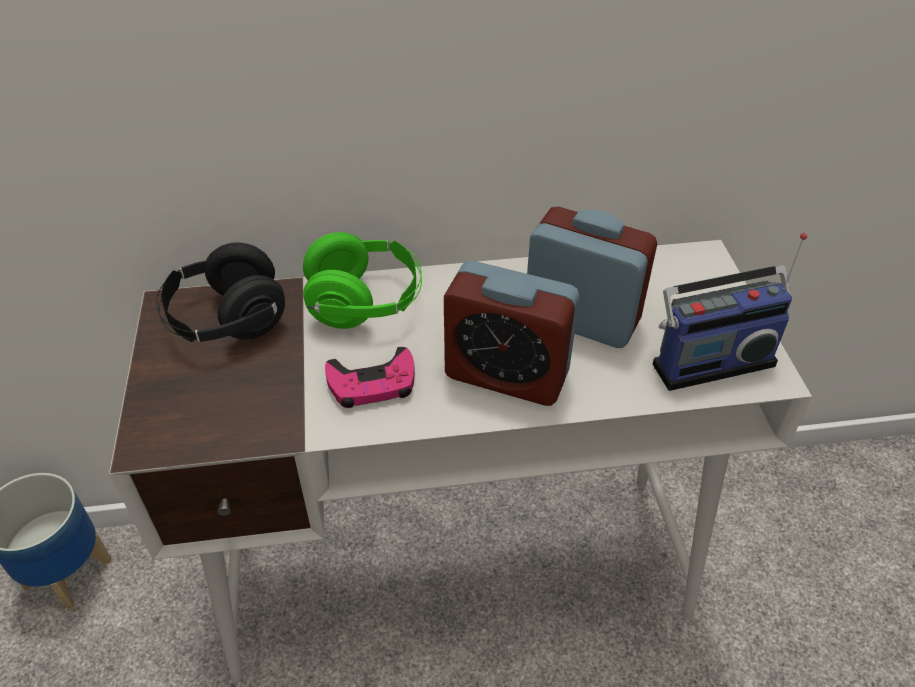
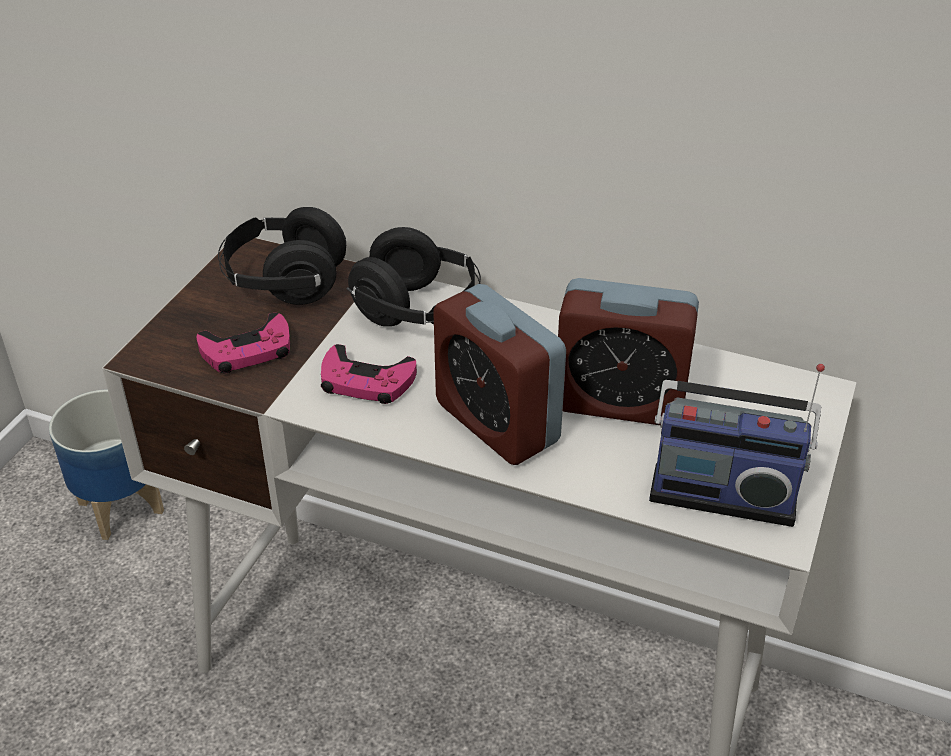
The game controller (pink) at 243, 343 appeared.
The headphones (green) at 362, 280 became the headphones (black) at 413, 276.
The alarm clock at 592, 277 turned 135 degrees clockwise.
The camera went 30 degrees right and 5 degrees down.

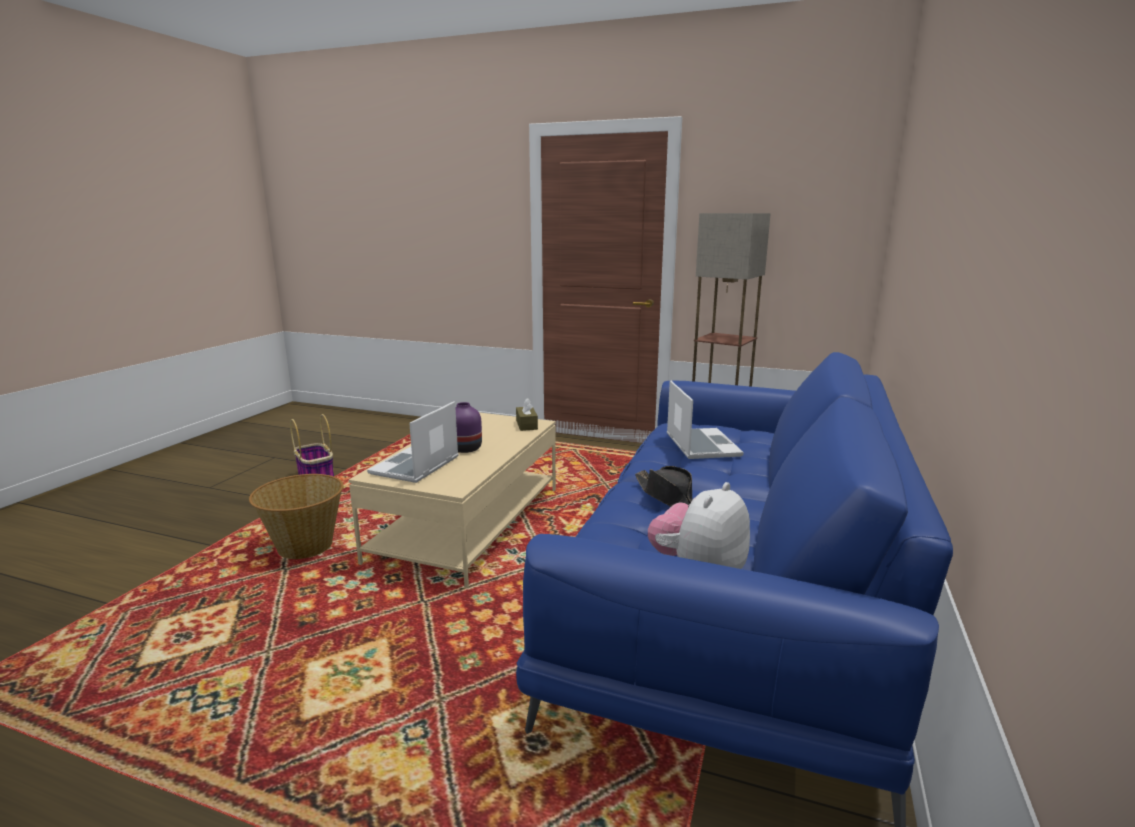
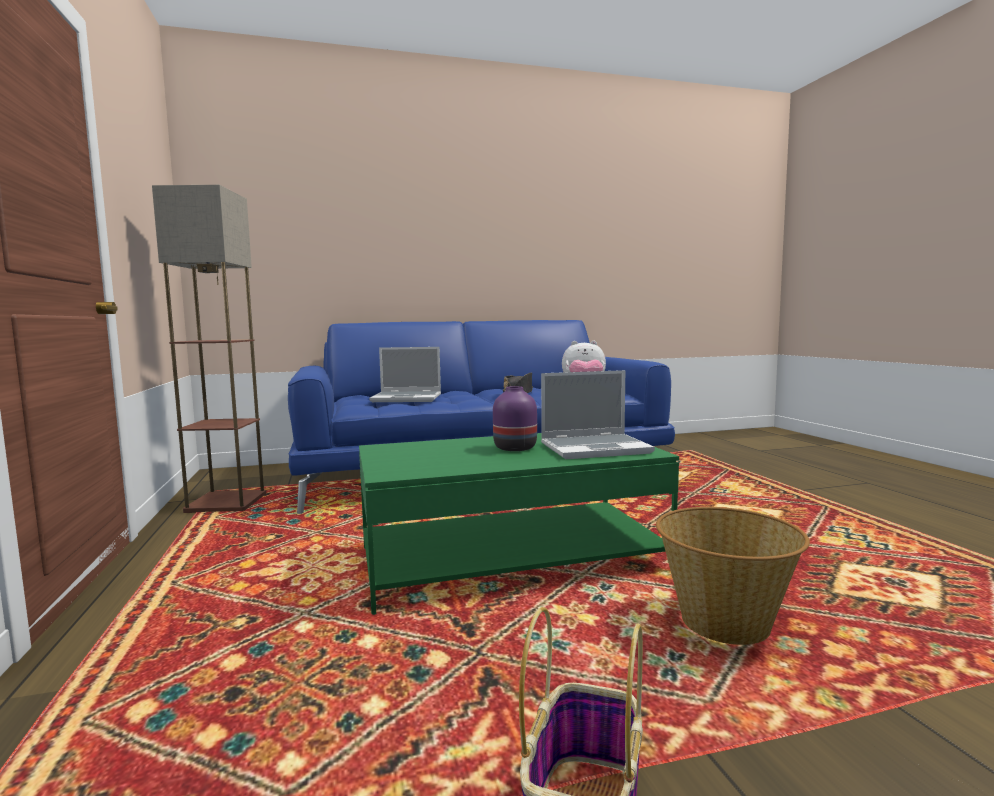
The tissue box (brown) at 527, 414 disappeared.
The coffee table (beige) at 452, 500 became the coffee table (green) at 519, 524.
The laptop at 705, 419 turned 135 degrees counterclockwise.
The camera went 125 degrees left and 10 degrees down.

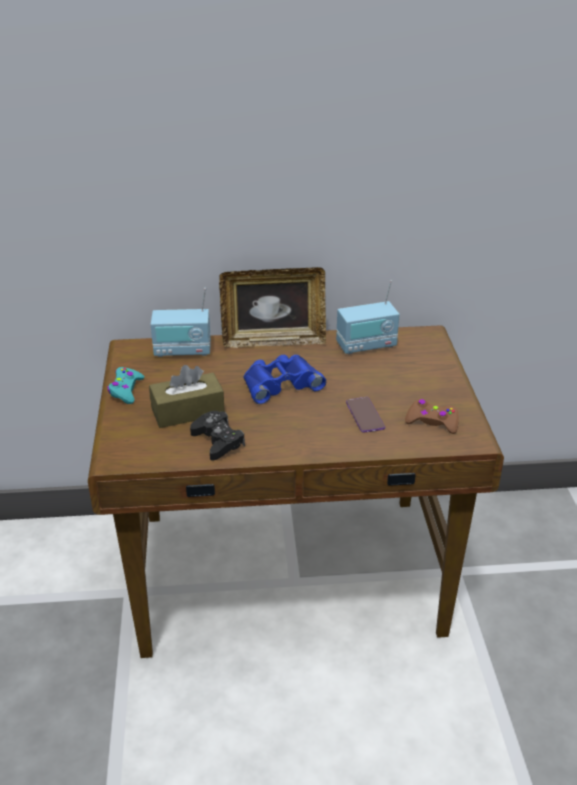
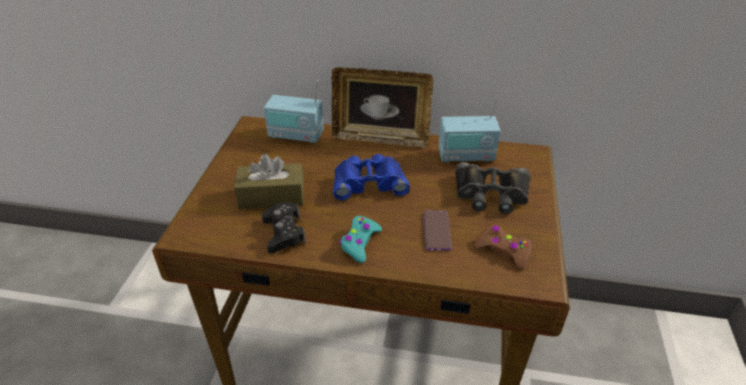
The binoculars (black) at 493, 188 appeared.
The game controller (turquoise) moved from 125, 385 to 360, 239.
The camera went 15 degrees right and 5 degrees up.

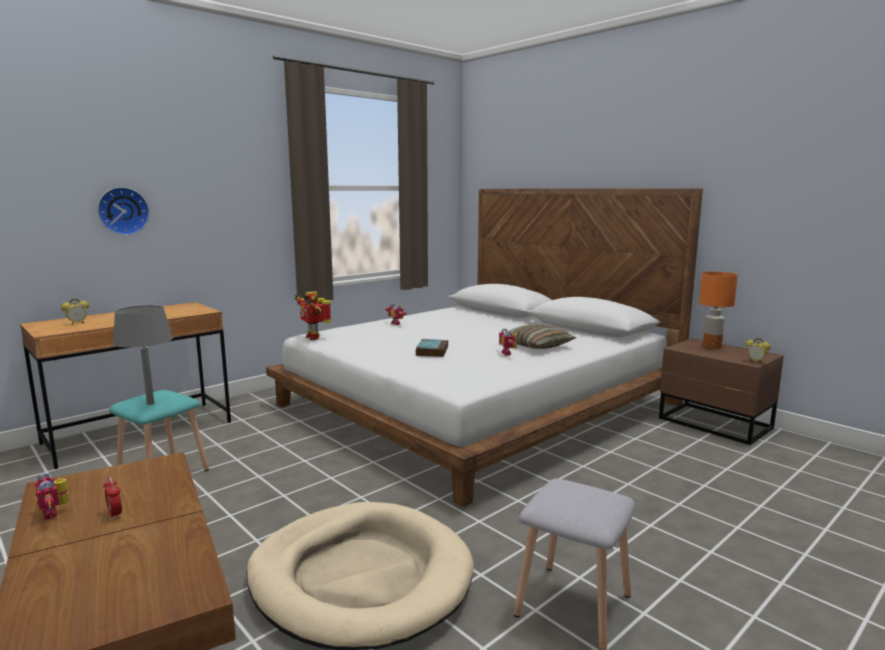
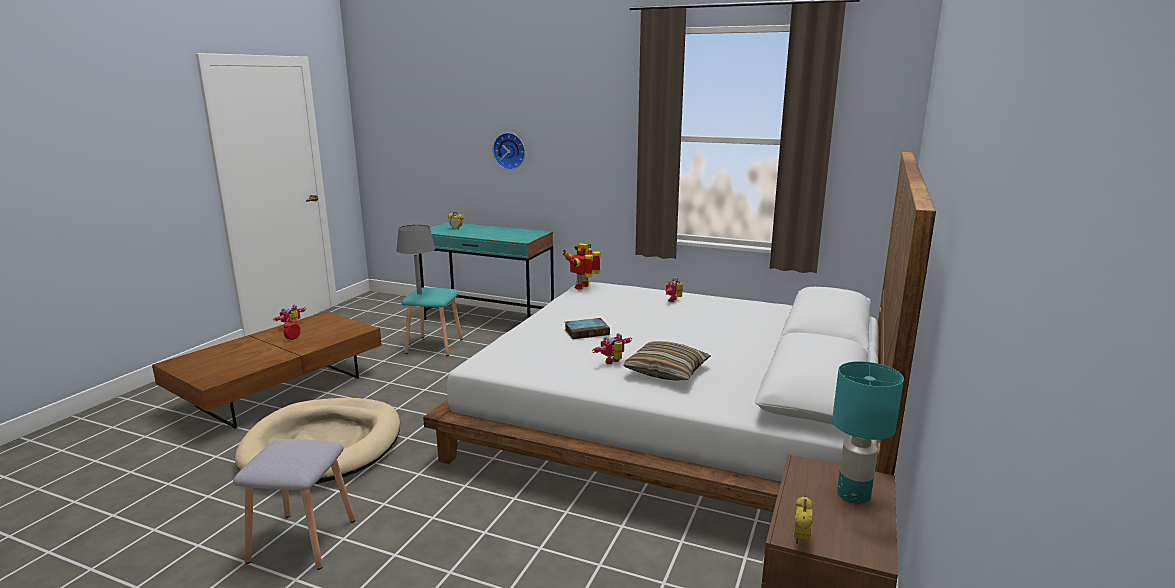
The desk (brown) at 125, 385 became the desk (turquoise) at 486, 271.
The table lamp (orange) at 718, 310 became the table lamp (turquoise) at 868, 432.
The camera went 65 degrees right and 5 degrees up.

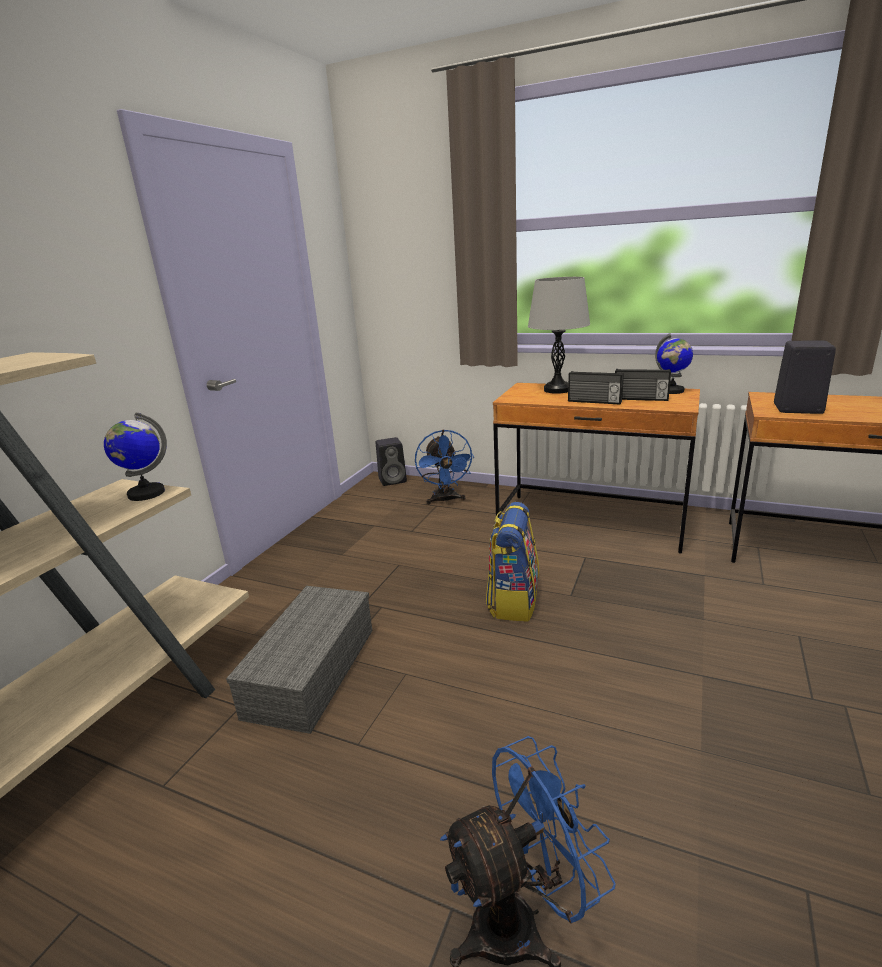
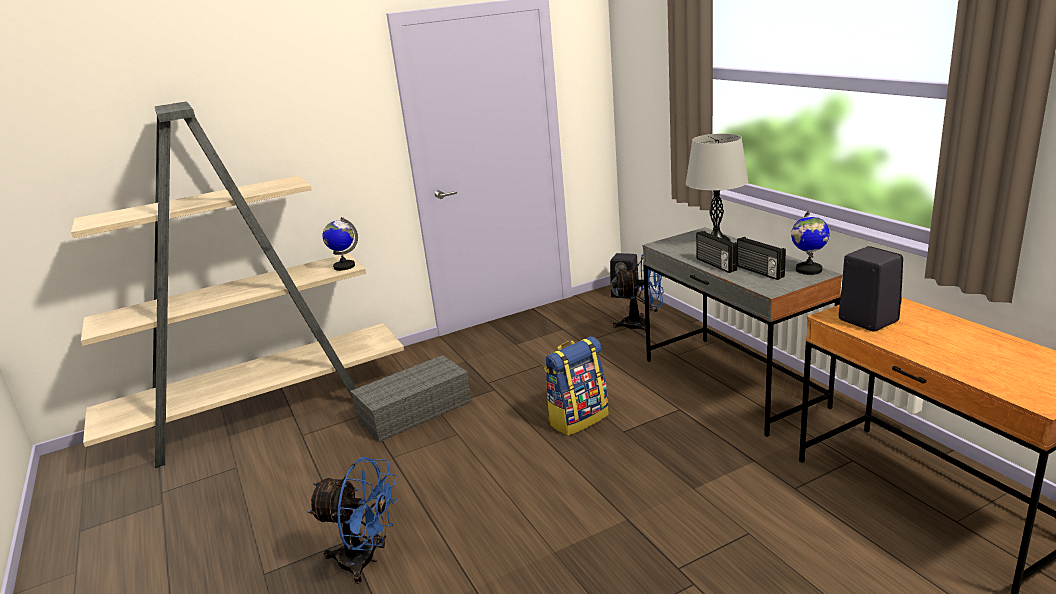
The desk (brown) at 596, 468 became the desk (grey) at 742, 332.
The fan (blue) at 444, 467 turned 120 degrees counterclockwise.
The camera went 40 degrees right and 0 degrees up.

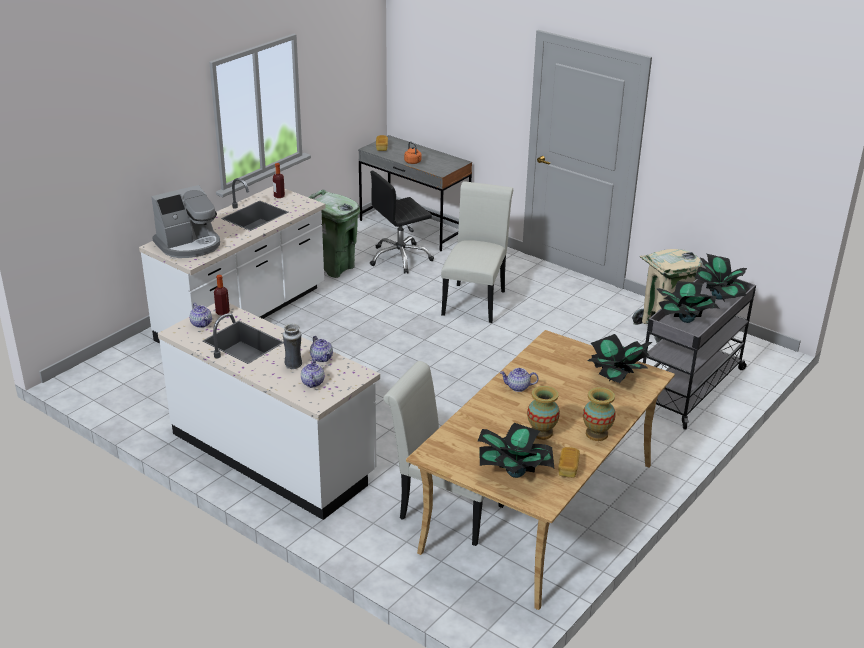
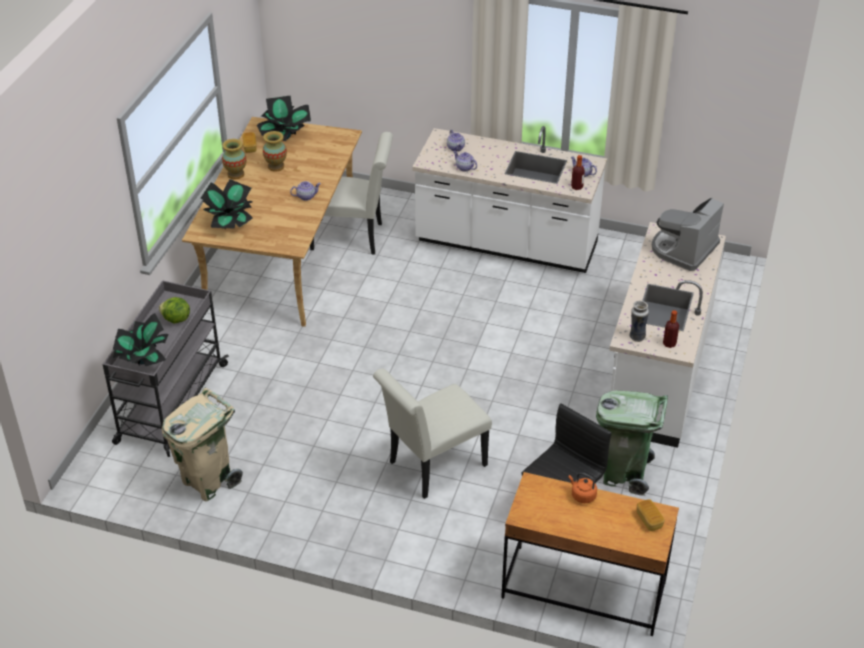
The vase moved from 292, 346 to 639, 321.
The potted plant at 688, 302 was replaced by the lettuce at 174, 310.
The desk (grey) at 415, 193 became the desk (brown) at 590, 554.
The chair (white) at 477, 252 turned 60 degrees clockwise.
The camera went 160 degrees right and 10 degrees up.

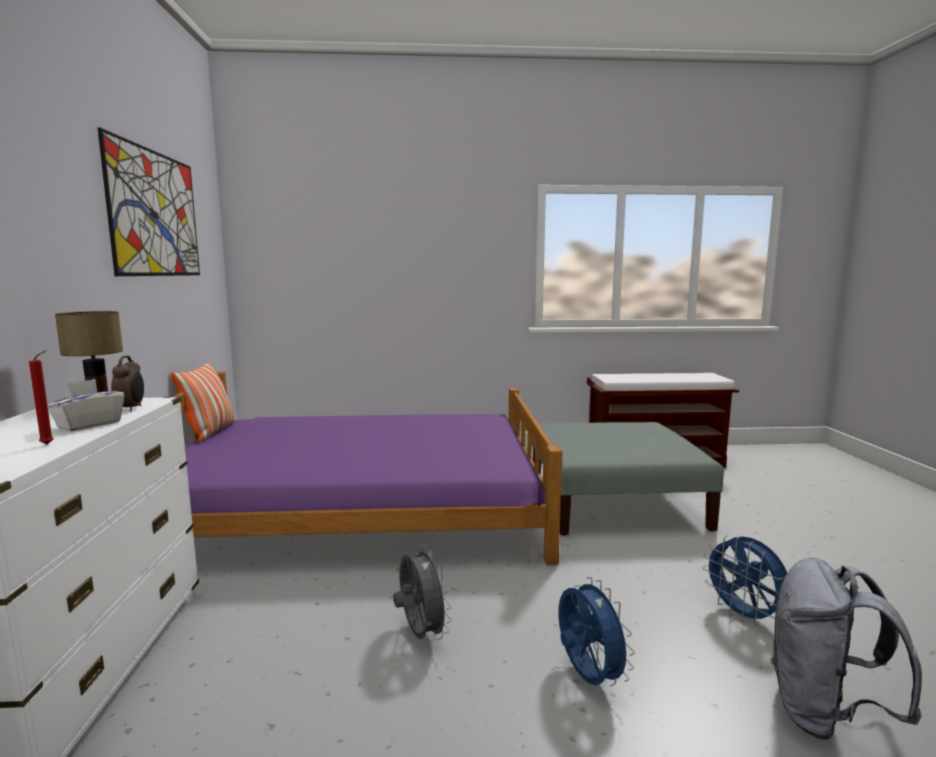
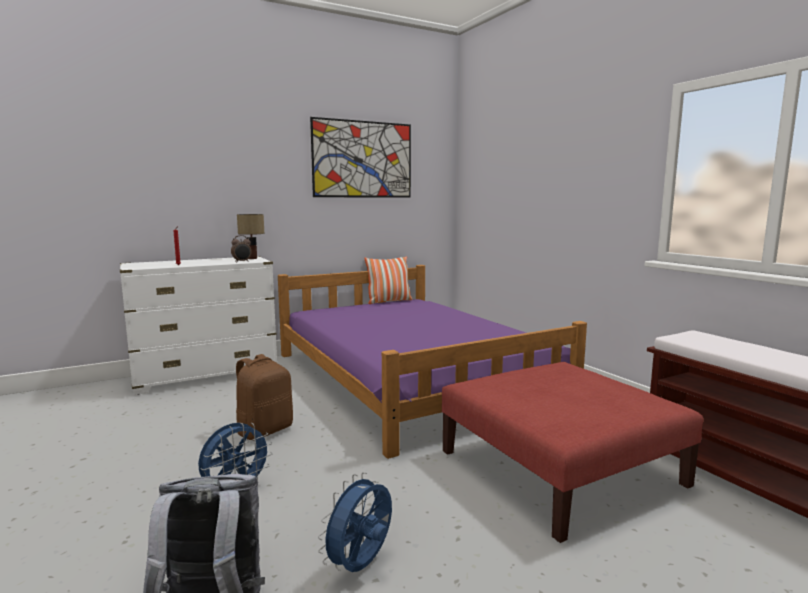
The tissue box (white) at 86, 405 disappeared.
The fan (grey) at 422, 592 was replaced by the backpack (brown) at 264, 397.
The ottoman (grey) at 628, 478 became the ottoman (red) at 572, 452.
The camera went 65 degrees right and 0 degrees up.

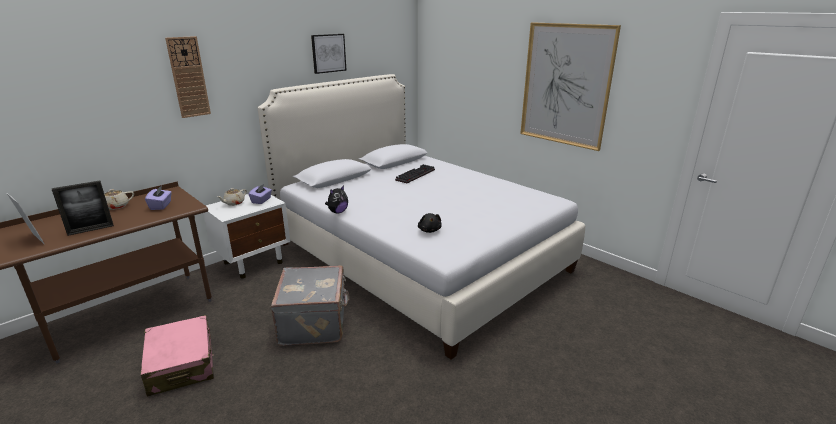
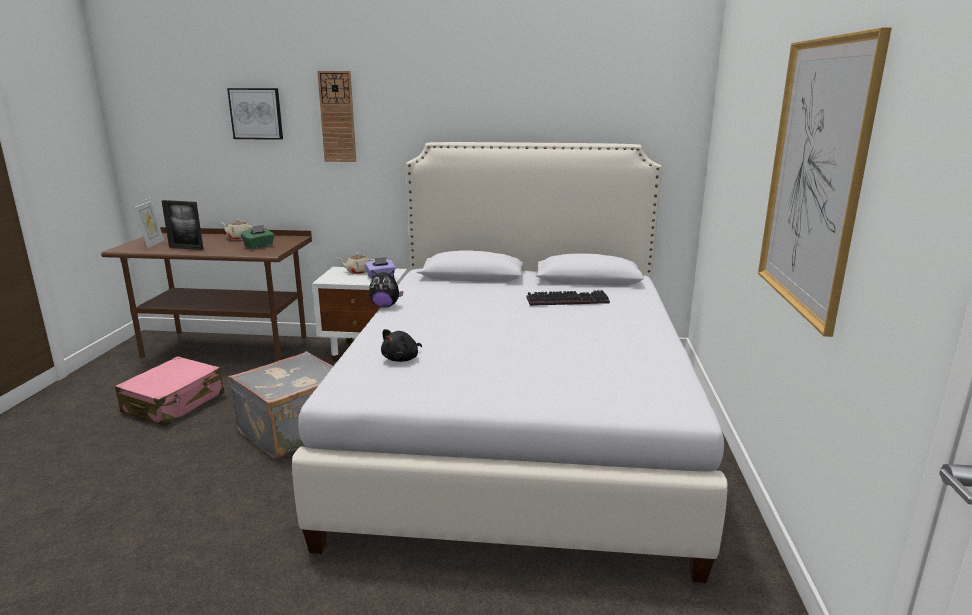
The picture moved from 328, 54 to 255, 114.
The tissue box (purple) at 158, 198 became the tissue box (green) at 258, 237.
The camera went 50 degrees right and 5 degrees down.

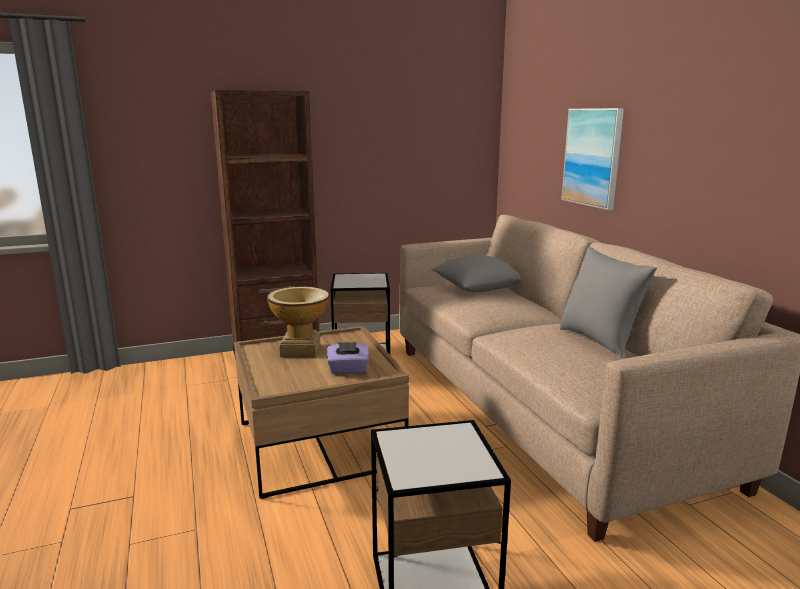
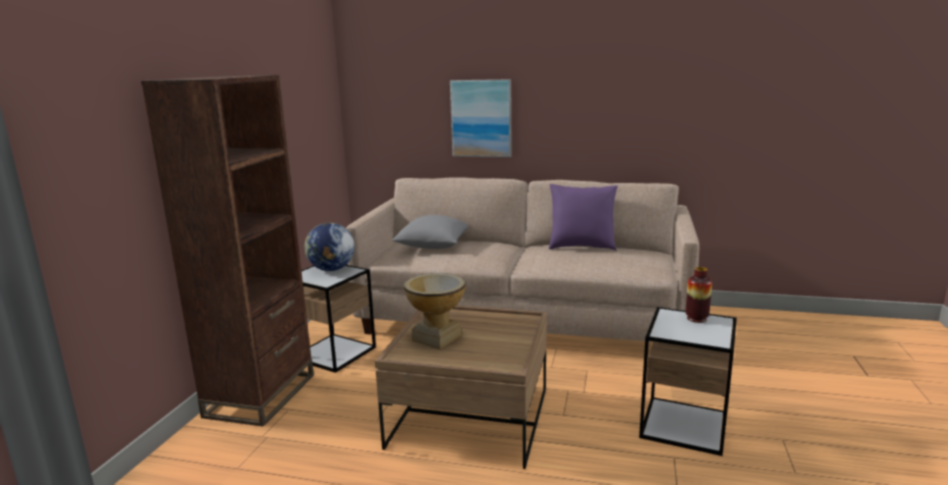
The tissue box (purple) at 348, 358 disappeared.
The globe at 329, 247 appeared.
The vase at 698, 295 appeared.
The pillow (grey) at 608, 302 became the pillow (purple) at 583, 217.
The camera went 55 degrees left and 0 degrees up.

